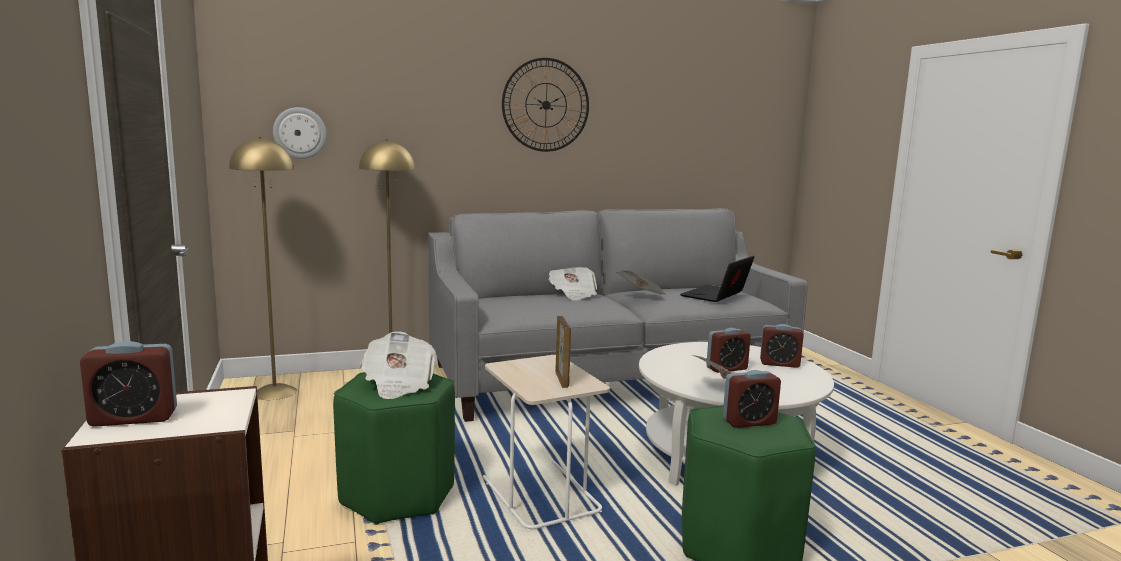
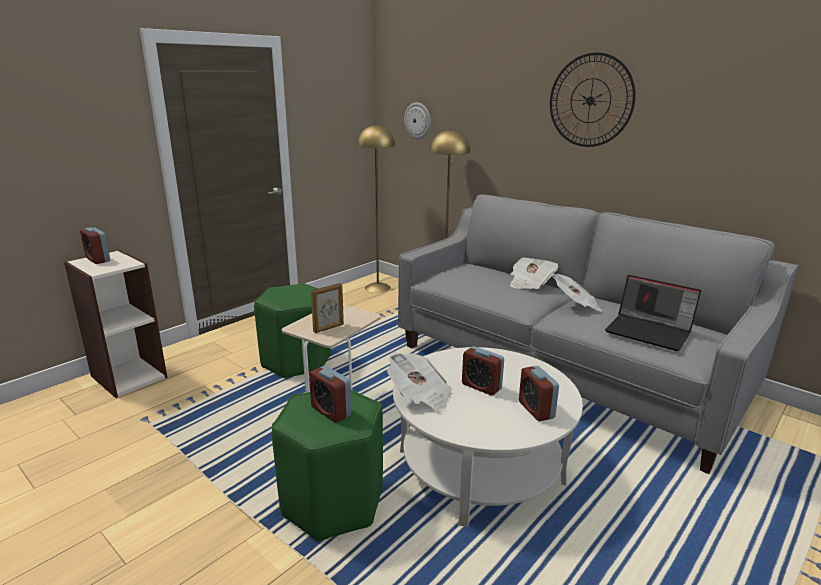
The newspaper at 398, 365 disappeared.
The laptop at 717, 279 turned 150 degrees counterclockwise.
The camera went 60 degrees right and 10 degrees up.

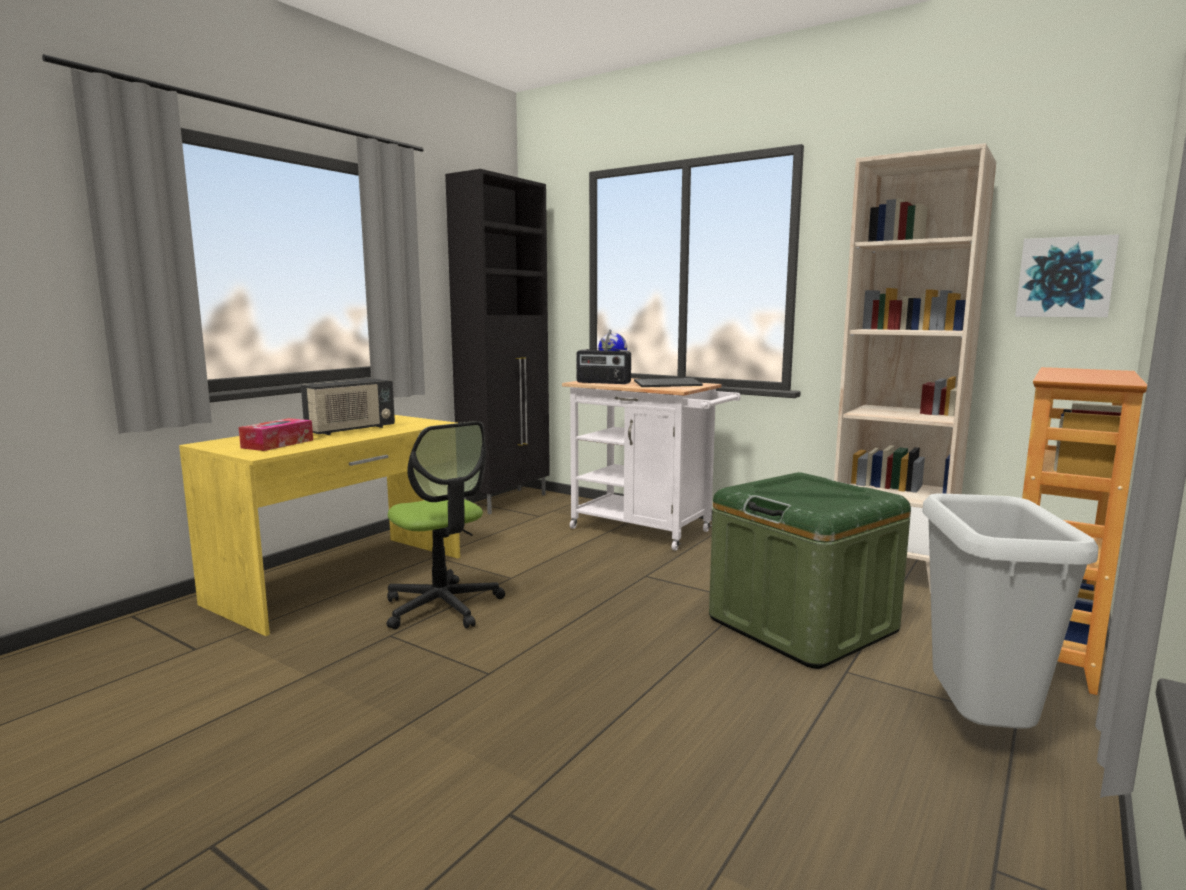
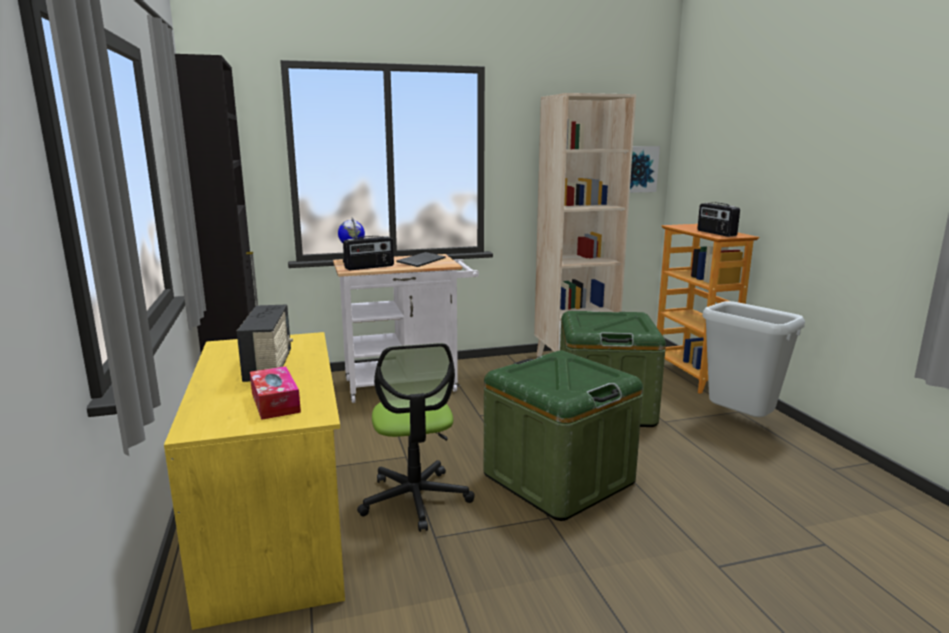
The storage box (green) at 563, 435 appeared.
The radio at 719, 219 appeared.
The office chair at 446, 525 turned 75 degrees clockwise.
The camera went 50 degrees left and 5 degrees up.

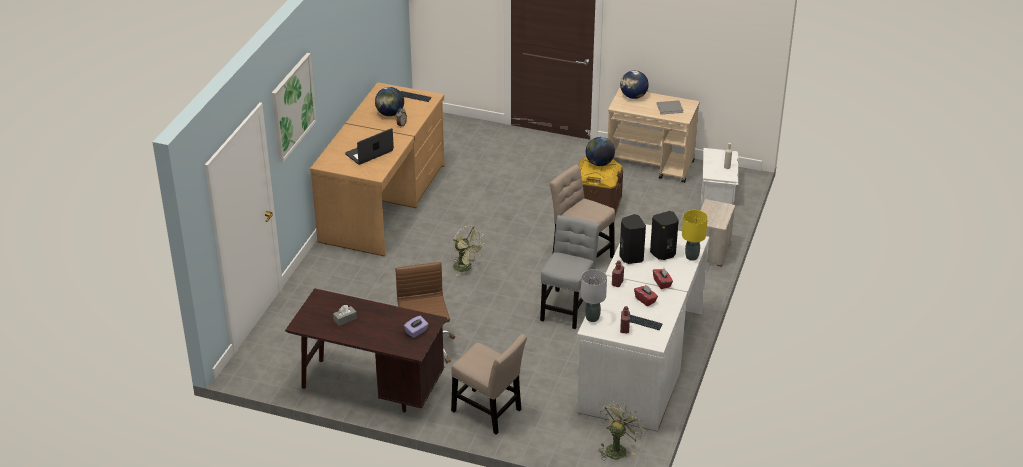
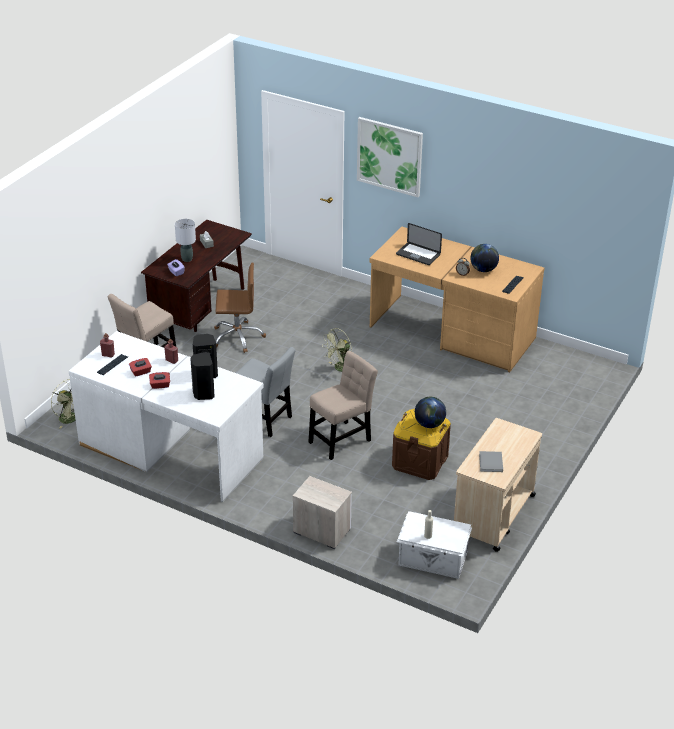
The globe at 634, 85 disappeared.
The table lamp (yellow) at 695, 235 disappeared.
The table lamp (grey) moved from 594, 295 to 185, 240.
The laptop at 369, 146 turned 150 degrees clockwise.
The camera went 100 degrees right and 0 degrees up.

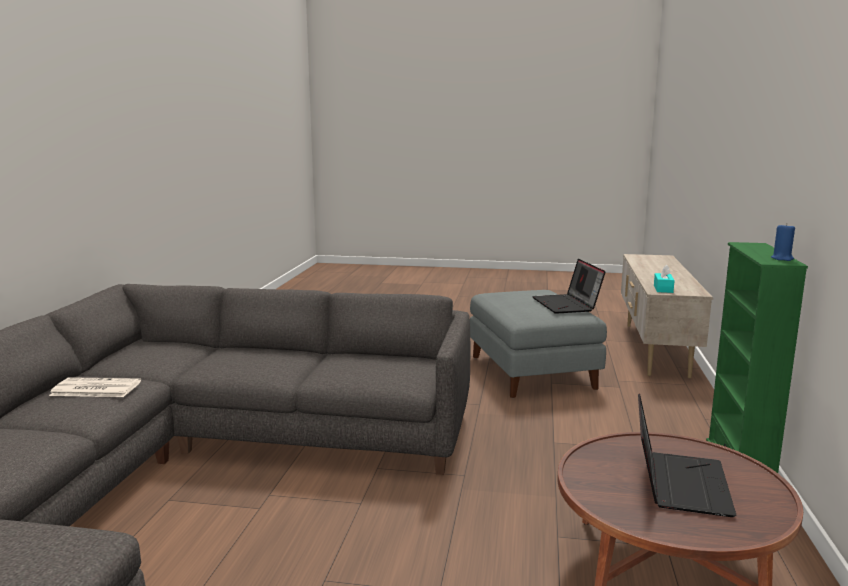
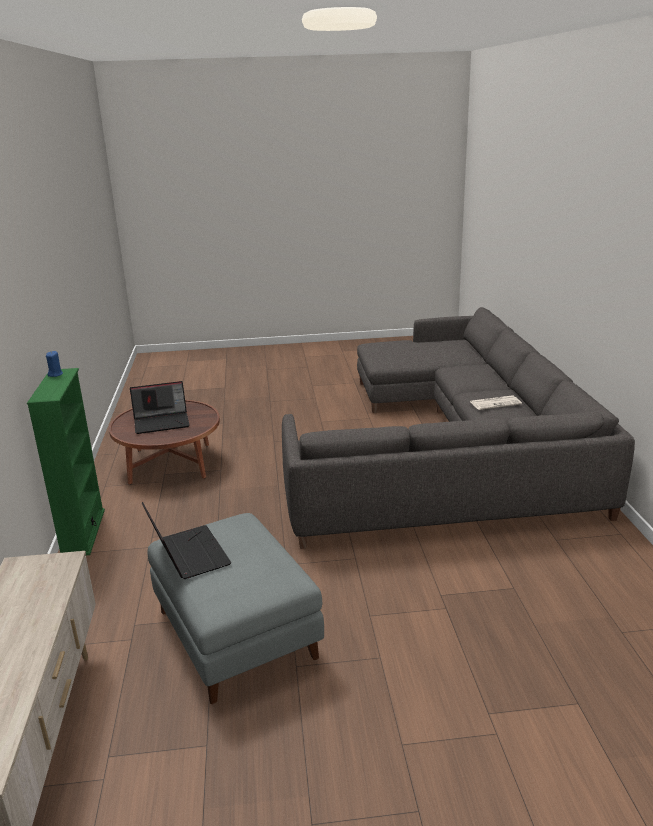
The tissue box (turquoise) at 664, 279 disappeared.
The laptop at 687, 455 turned 105 degrees counterclockwise.
The camera went 165 degrees right and 10 degrees up.

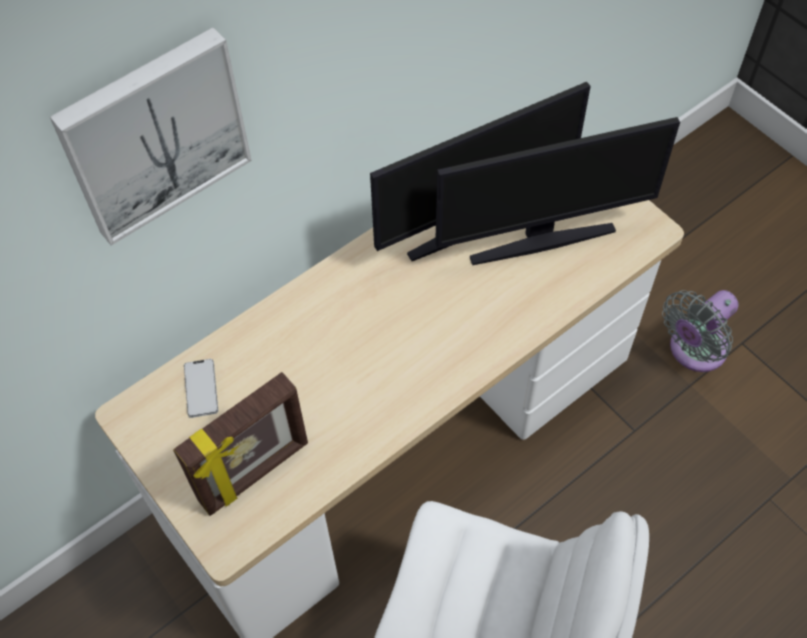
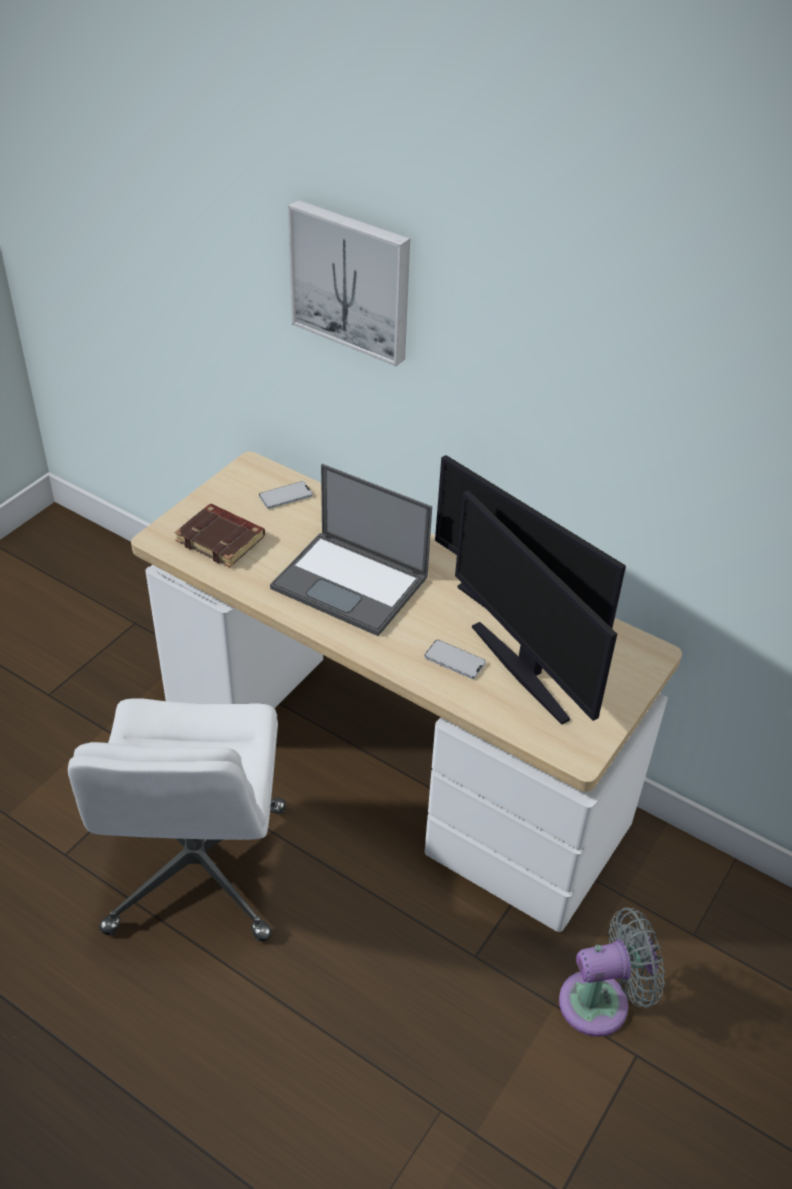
The laptop at 351, 550 appeared.
The phone at 455, 659 appeared.
The picture frame at 240, 444 was replaced by the book (brown) at 220, 535.
The fan (grey) at 700, 331 turned 135 degrees clockwise.
The camera went 70 degrees right and 15 degrees down.

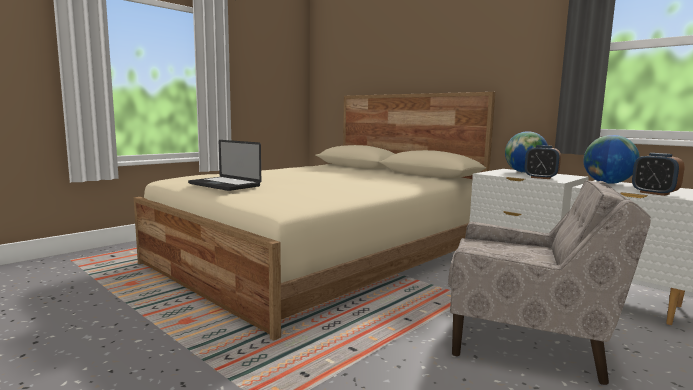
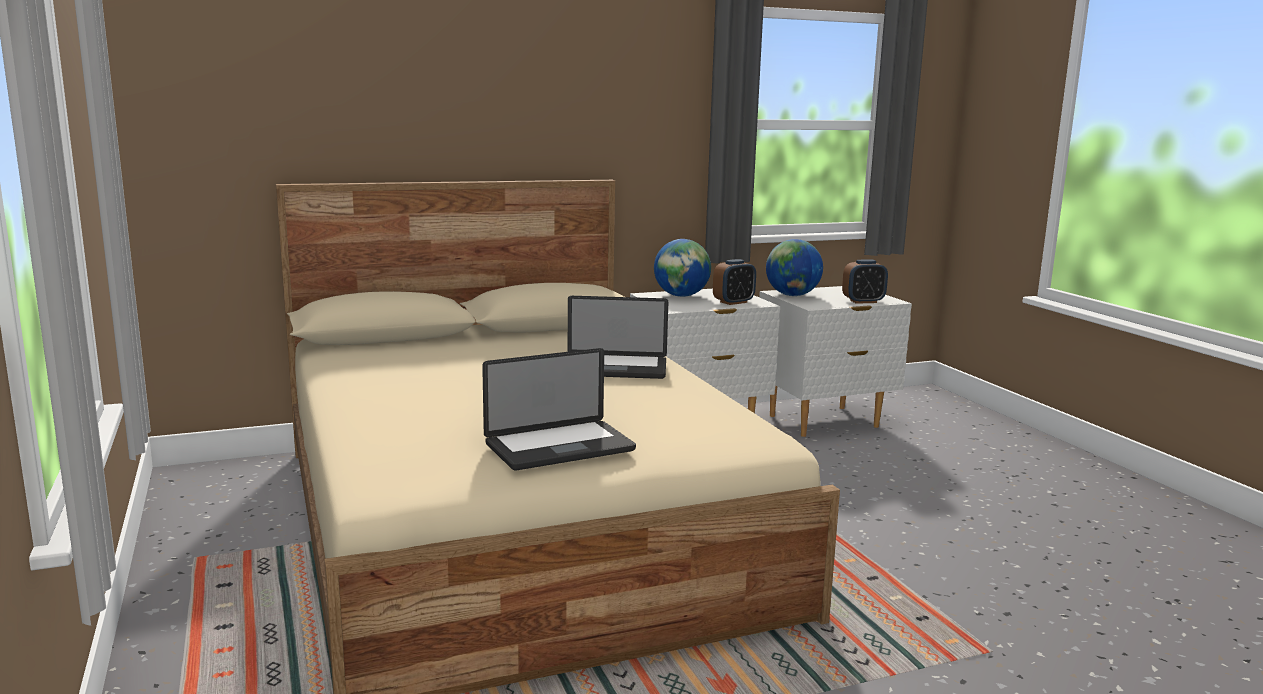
The armchair (beige) at 549, 282 disappeared.
The laptop at 618, 337 appeared.
The camera went 65 degrees left and 5 degrees up.

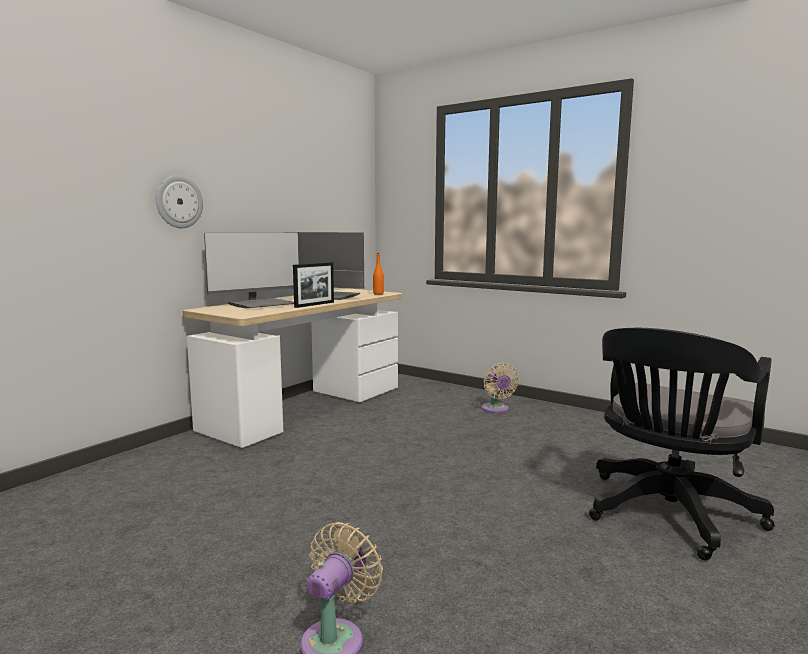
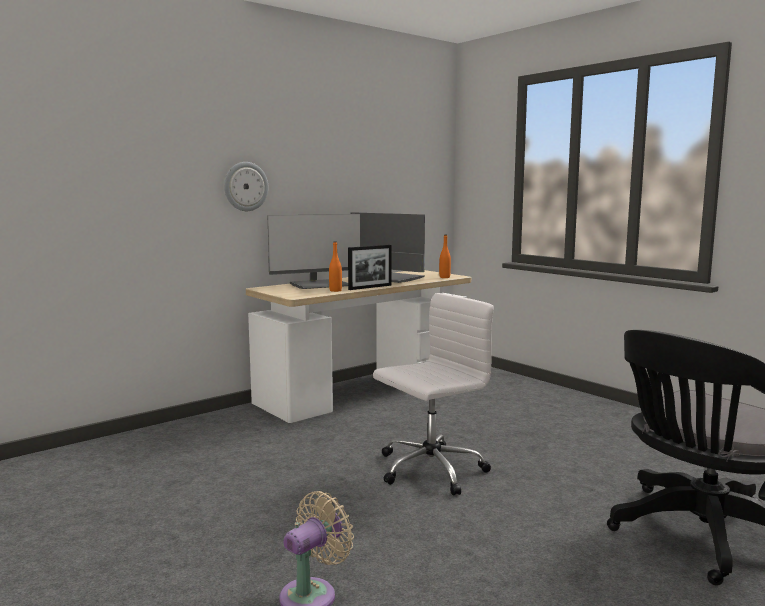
The fan (beige) at 500, 387 disappeared.
The bottle (orange) at 335, 266 appeared.
The office chair (white) at 433, 394 appeared.
The camera went 15 degrees right and 0 degrees up.

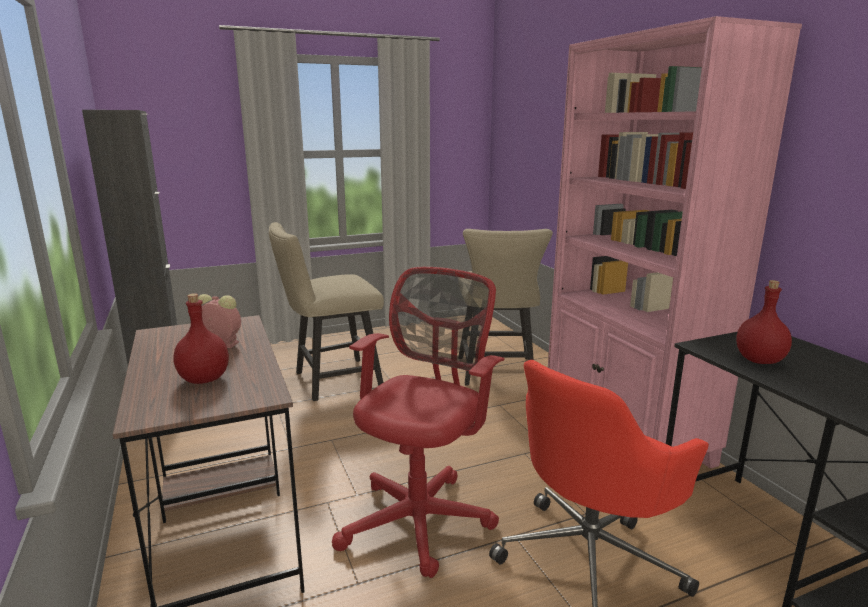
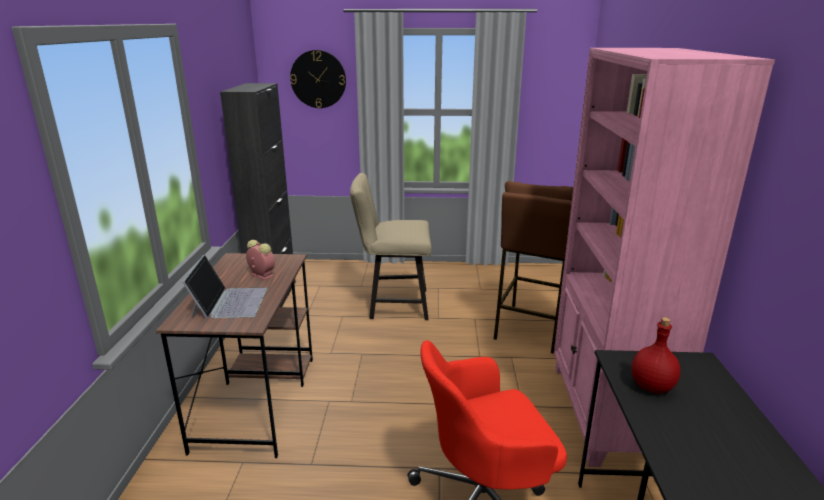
The office chair (red) at 418, 422 disappeared.
The wall clock at 318, 79 appeared.
The bottle (red) at 201, 338 was replaced by the laptop at 224, 286.
The chair (beige) at 506, 307 was replaced by the stool (brown) at 533, 267.
The camera went 25 degrees right and 5 degrees up.

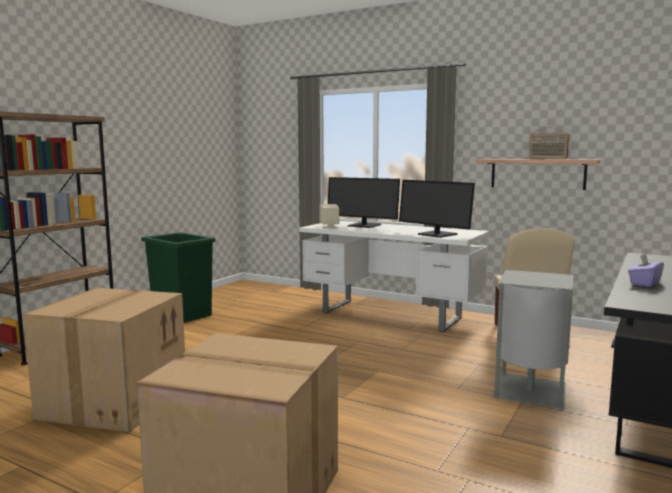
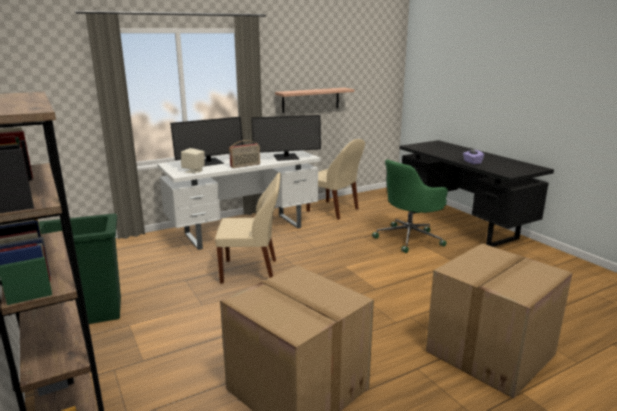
The chair (beige) at 248, 227 appeared.
The radio moved from 549, 143 to 244, 154.
The trash can (grey) at 532, 339 was replaced by the office chair (green) at 410, 206.
The camera went 60 degrees left and 10 degrees up.

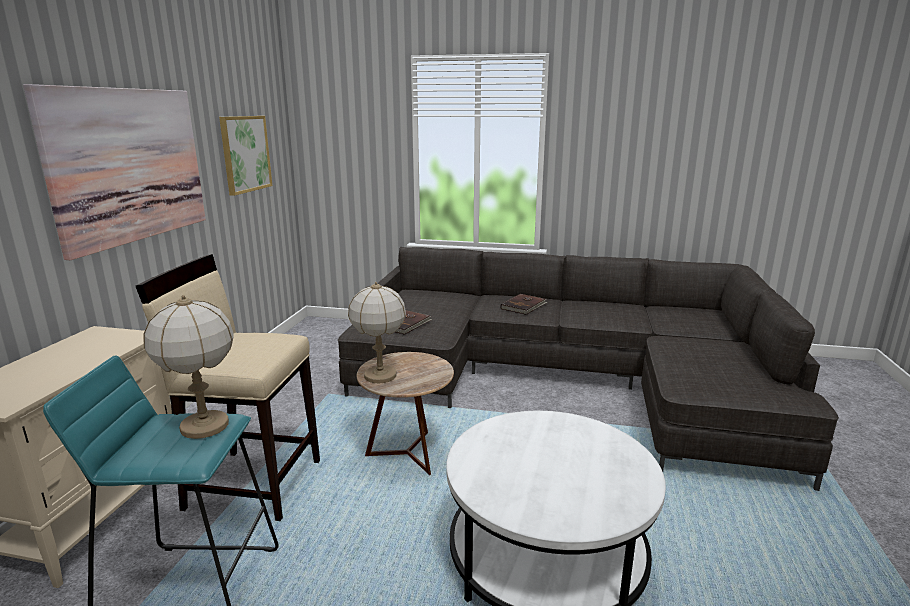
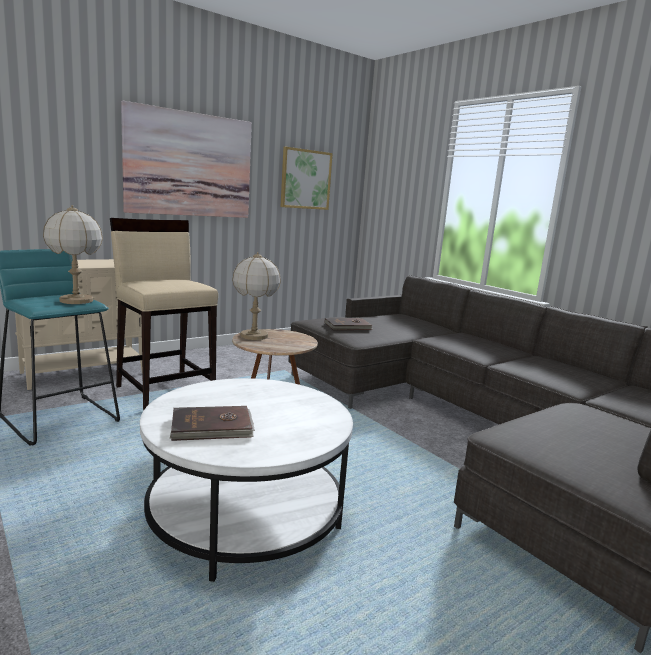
The book (brown) moved from 524, 304 to 212, 423.
The camera went 40 degrees right and 5 degrees down.

